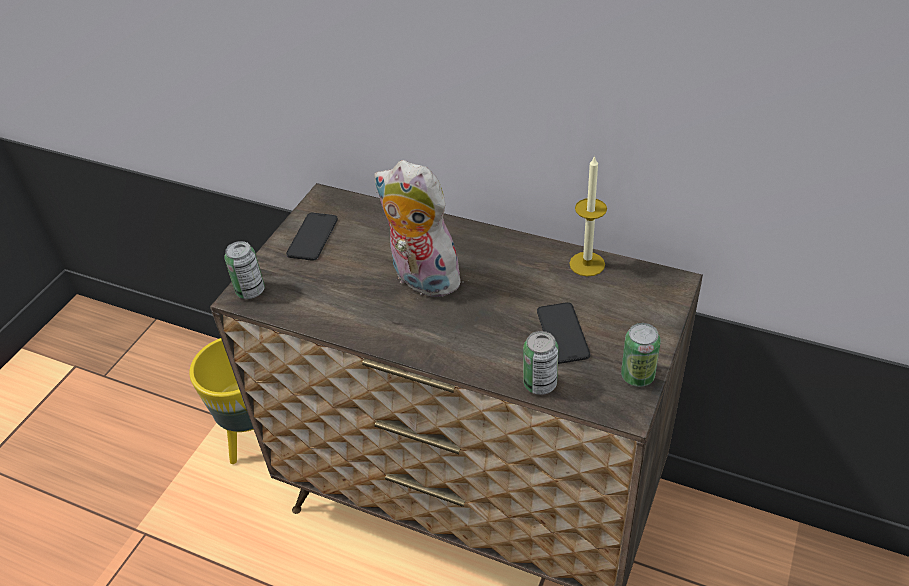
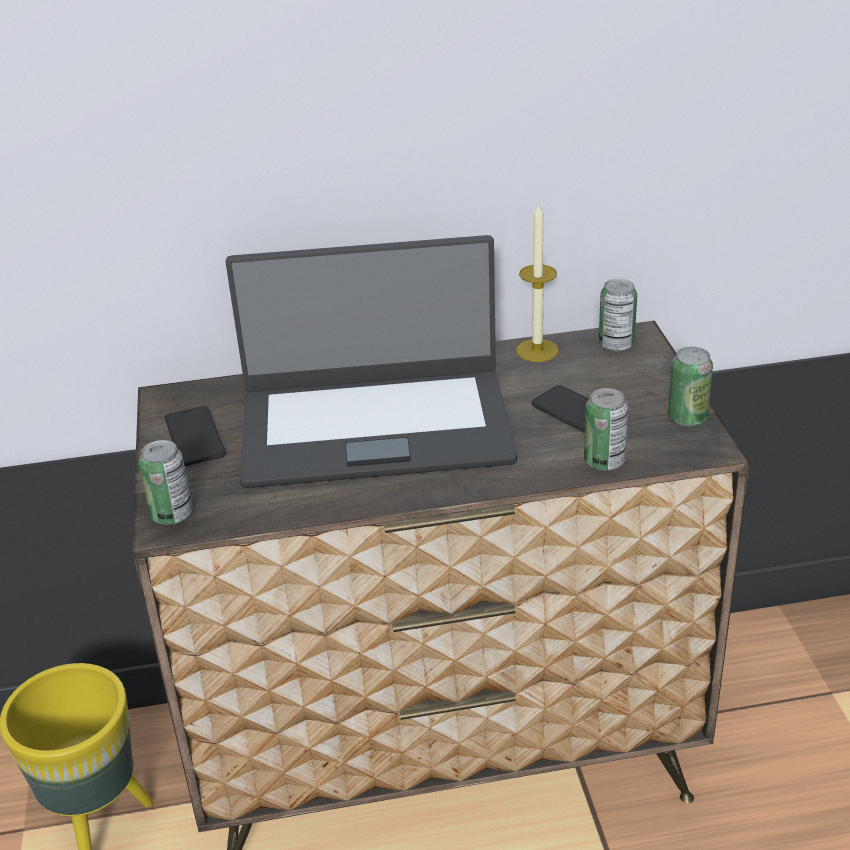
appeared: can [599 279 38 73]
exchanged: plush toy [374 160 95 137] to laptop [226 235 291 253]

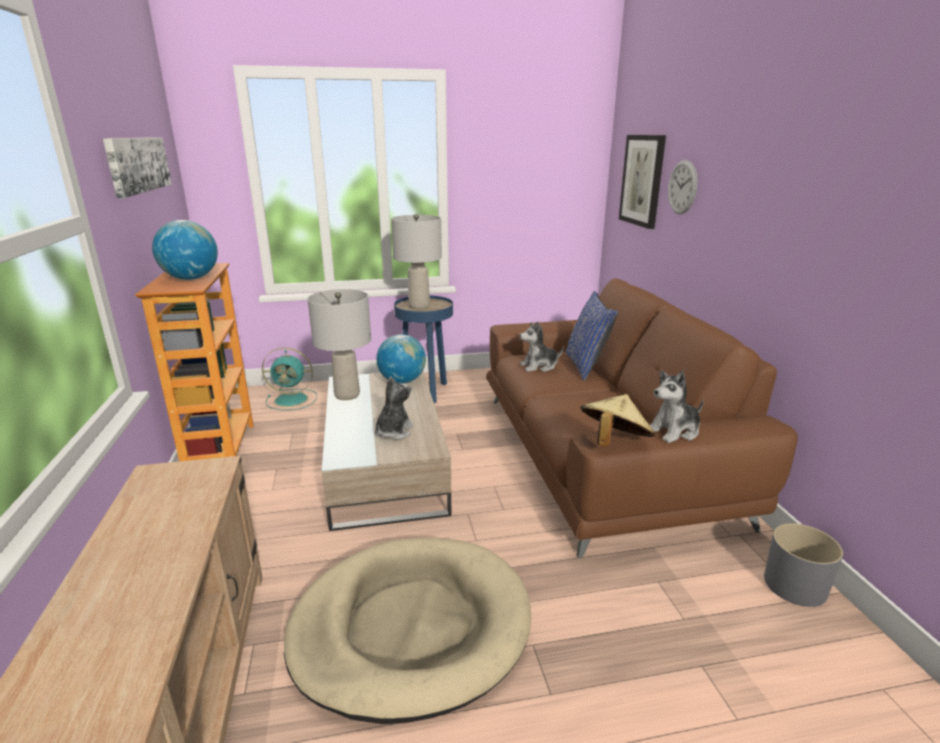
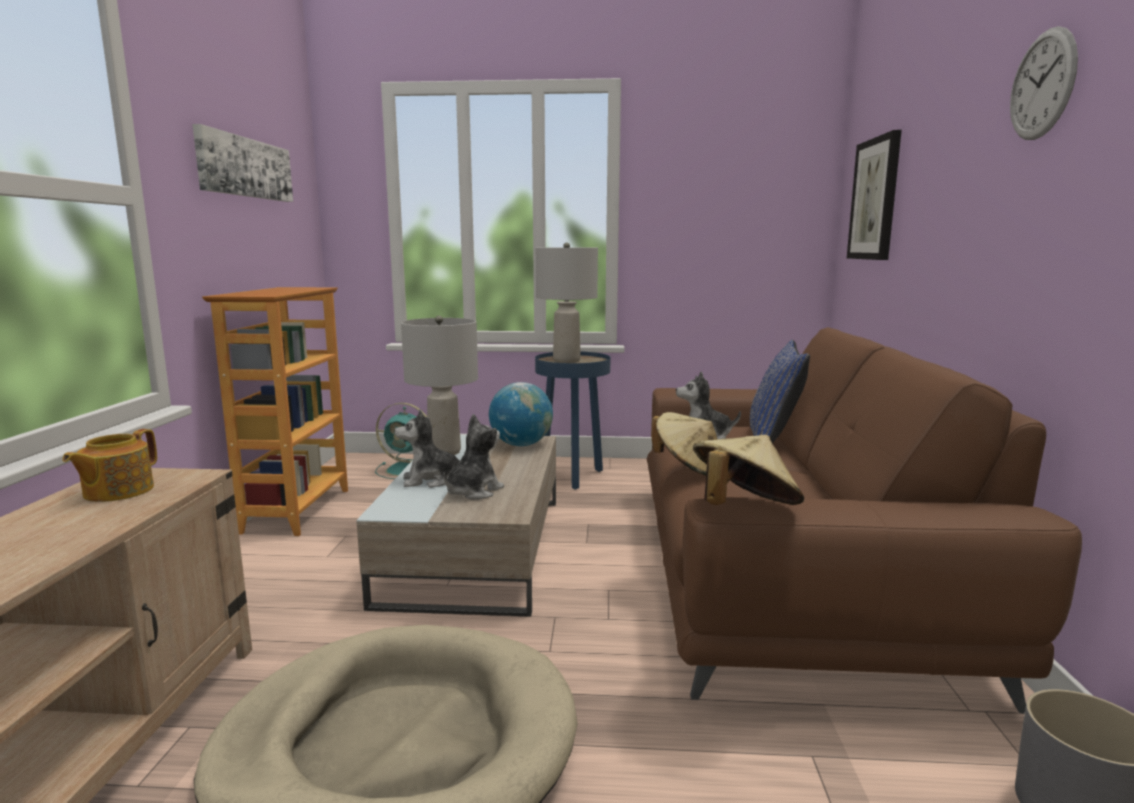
missing: globe [152 220 66 60]
appeared: teapot [62 429 95 73]; hat (beige) [651 412 67 64]
relocated: plush toy [650 370 54 73] to [394 410 66 78]; wall clock [668 160 30 54] to [1010 26 68 114]

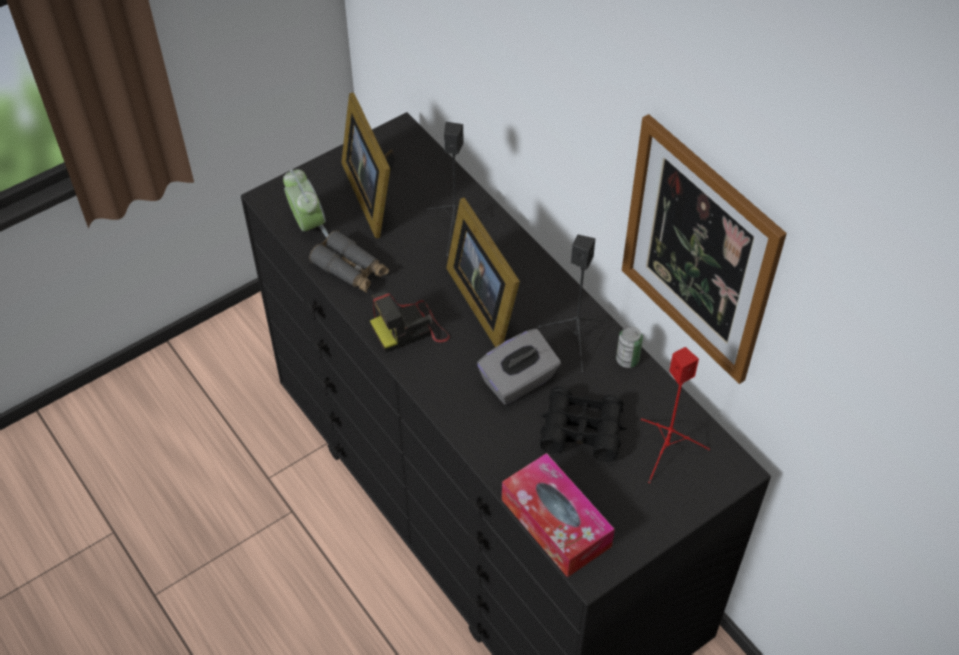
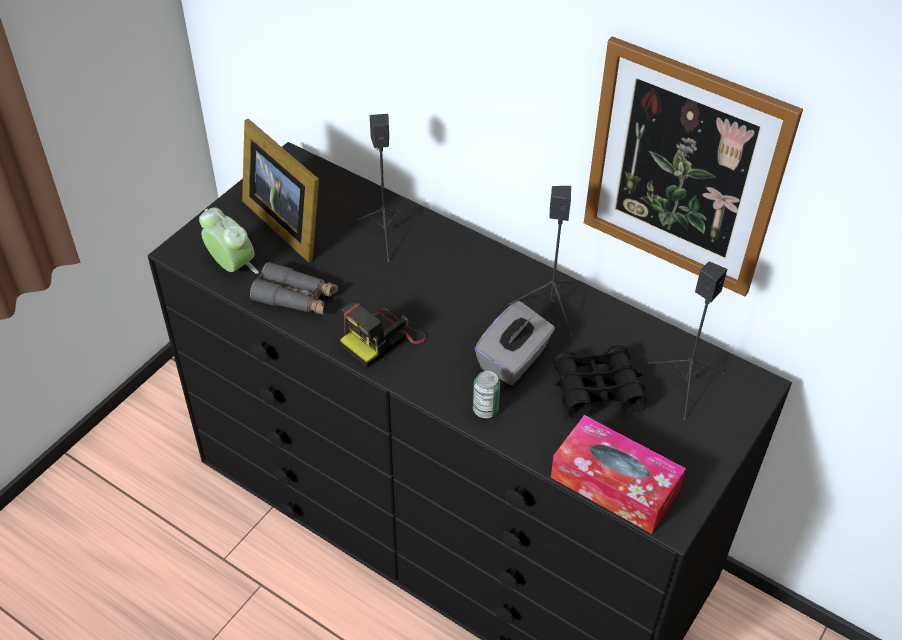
missing: picture frame [446 198 74 150]
relocated: can [616 326 27 42] to [473 371 27 47]
colour: speaker (red) [641 347 69 136] to speaker (black) [647 261 81 160]

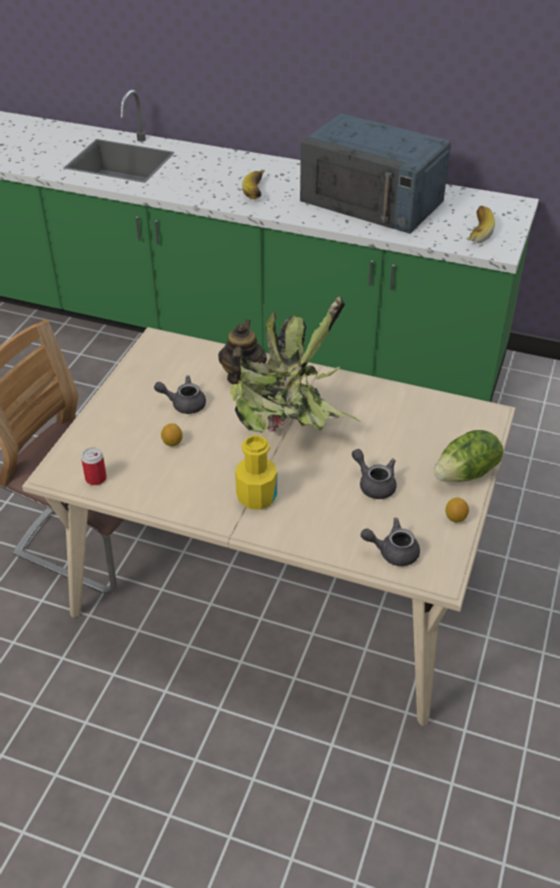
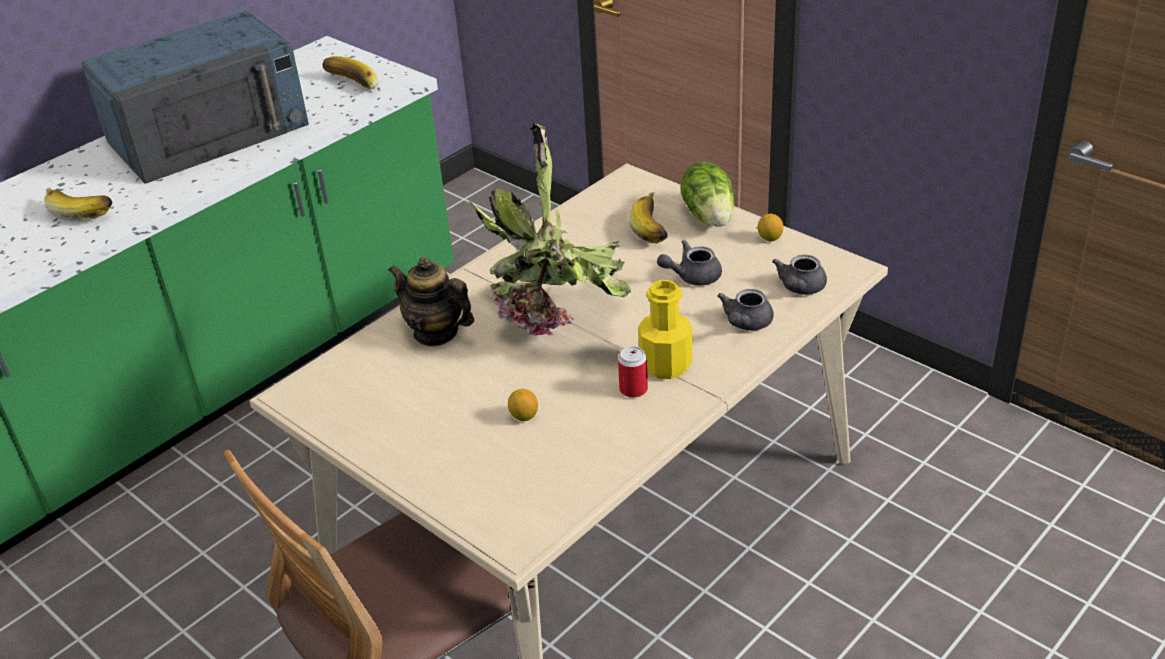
appeared: banana [629 192 39 51]
relocated: can [81 447 26 38] to [618 346 30 52]; teapot (grey) [154 375 52 39] to [717 289 57 42]

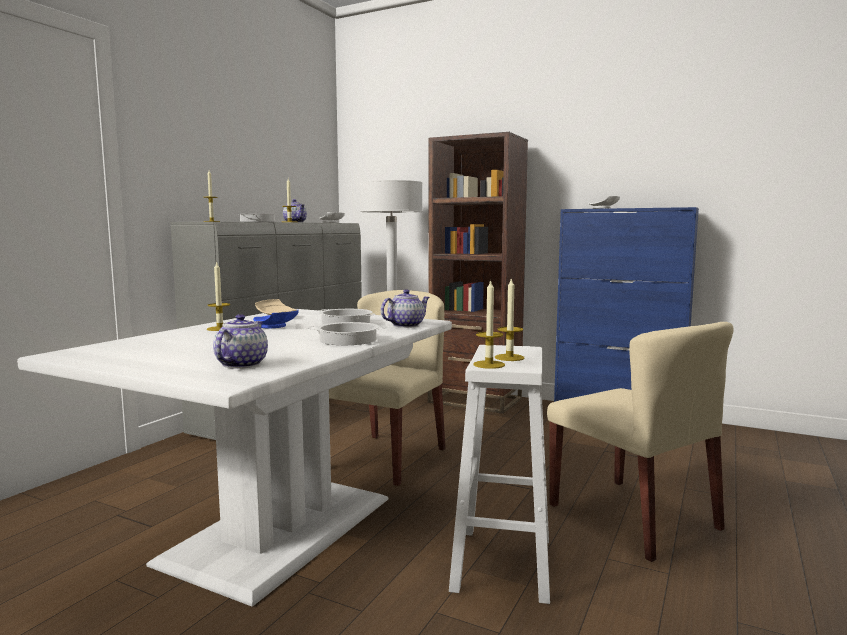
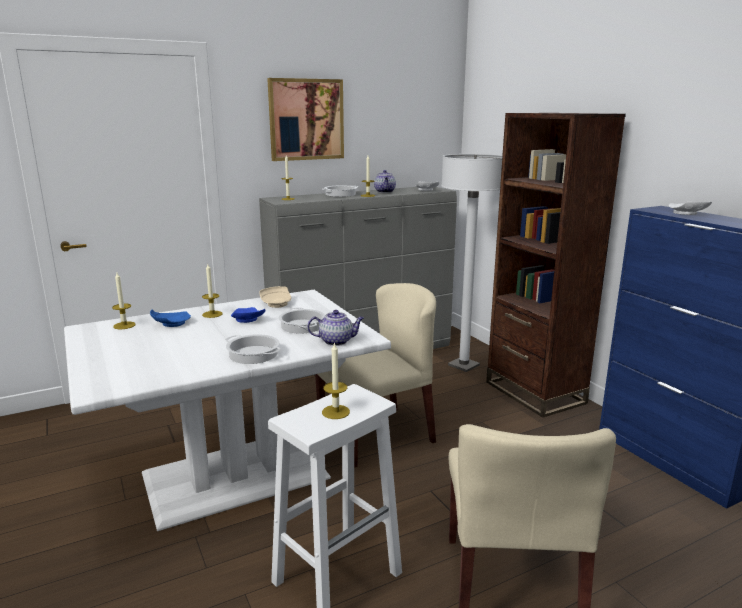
missing: teapot [213 314 55 55]
appeared: plate (blue) [150 310 41 17]; picture [267 78 77 83]
relocated: candle [473 279 32 90] to [112 273 24 56]

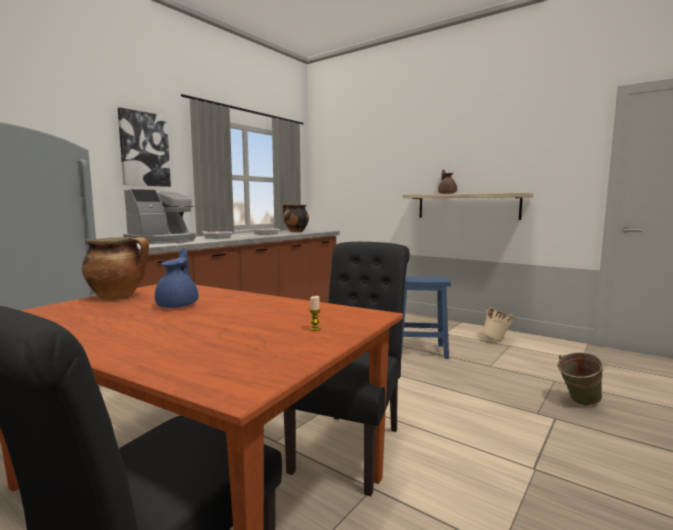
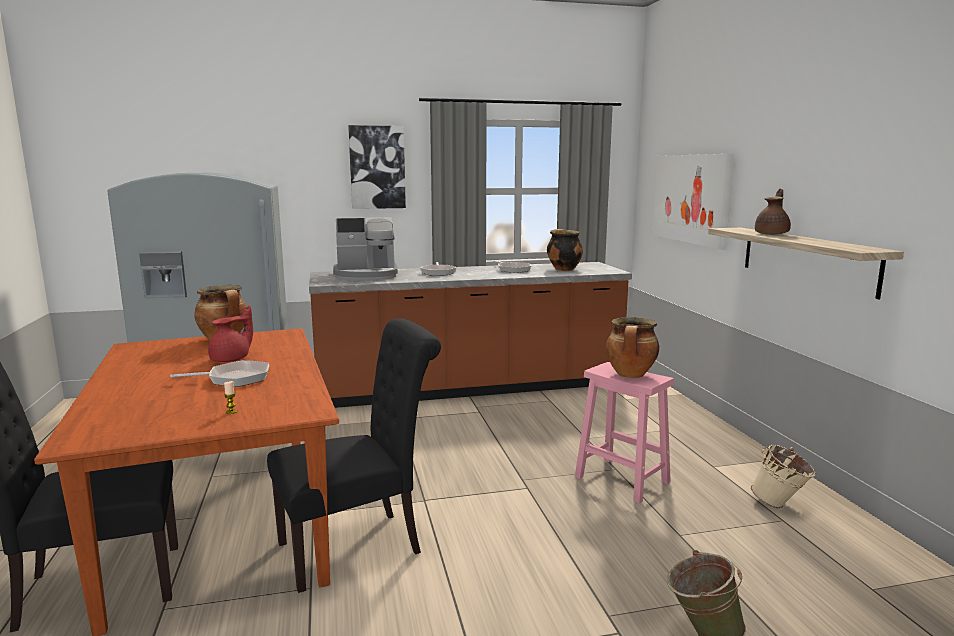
appeared: frying pan [170 360 99 27]; cooking pot [606 317 53 61]; picture [652 154 82 95]
colour: teapot (blue) [155 248 43 60] to teapot (red) [208 306 45 56]; stool (blue) [401 276 50 83] to stool (pink) [575 362 99 142]

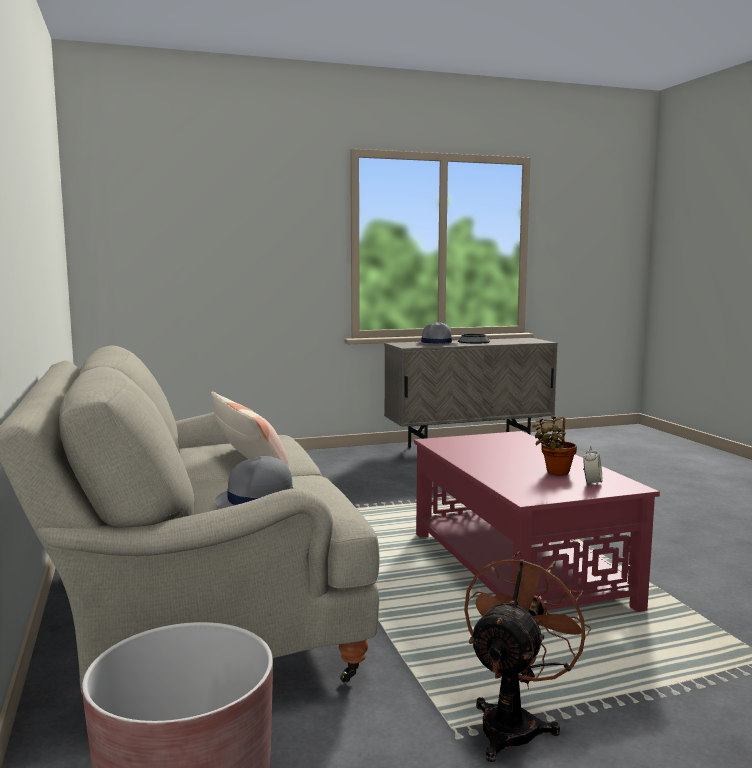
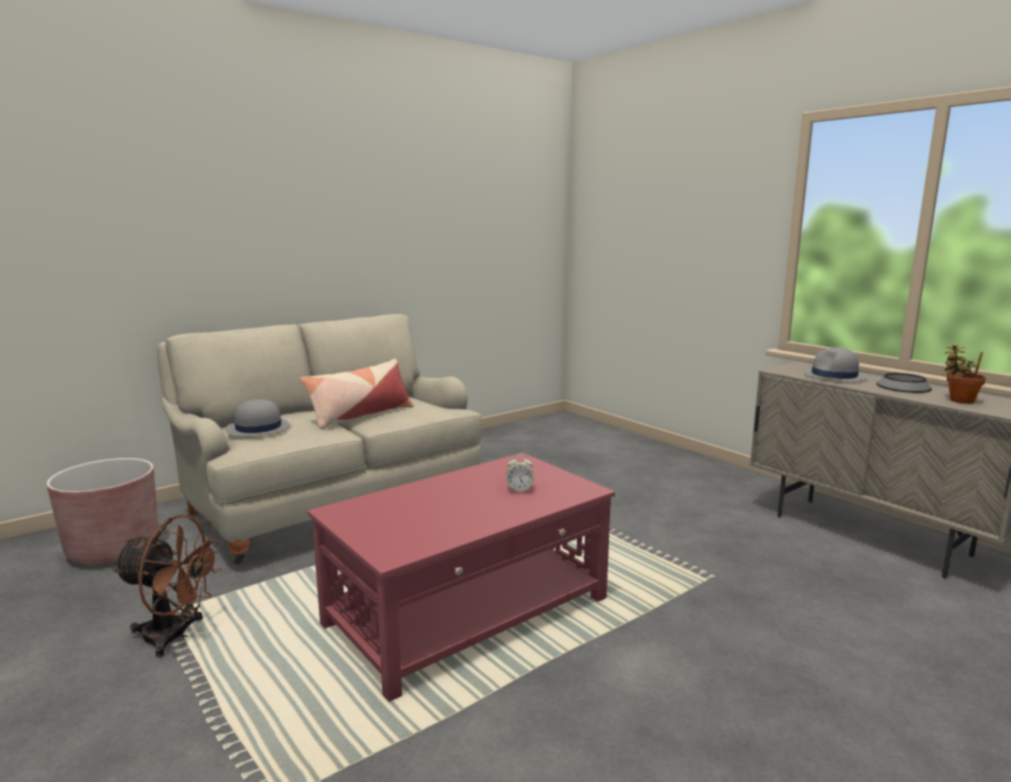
relocated: potted plant [532 415 45 61] to [944 345 42 59]; alarm clock [583 446 19 40] to [506 454 28 38]

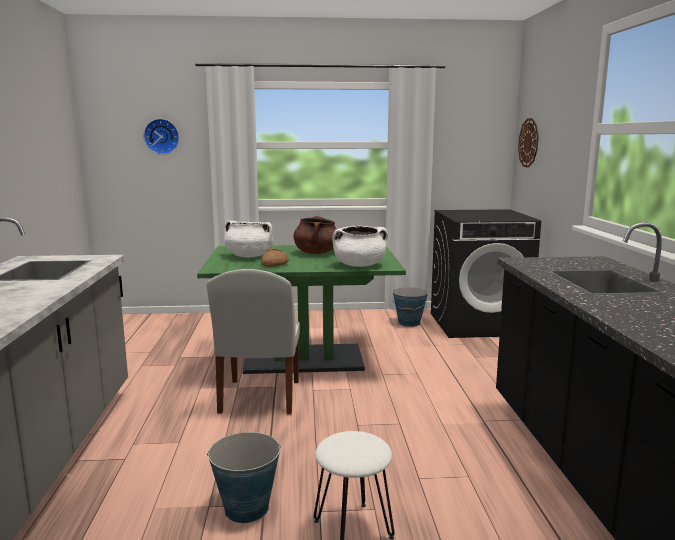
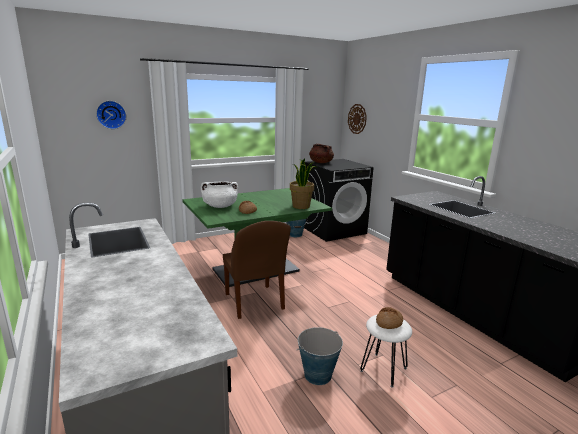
appeared: bread [376 307 27 22]
relocated: cooking pot (brown) [293 216 46 38] to [309 143 25 20]
exchanged: cooking pot (white) [333 225 55 42] to potted plant [290 159 27 50]
colour: chair (white) [207 269 93 145] to chair (brown) [223 221 68 98]

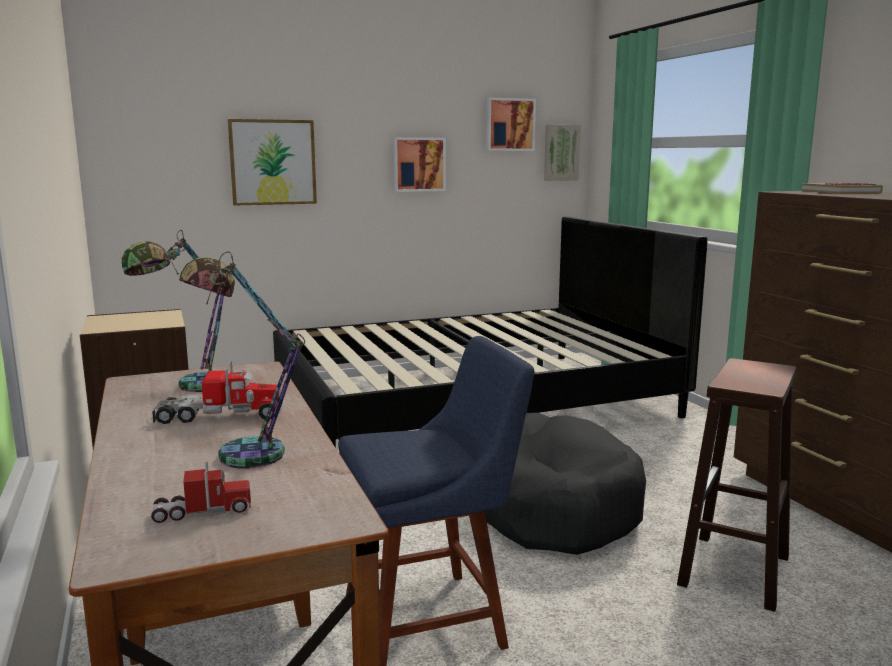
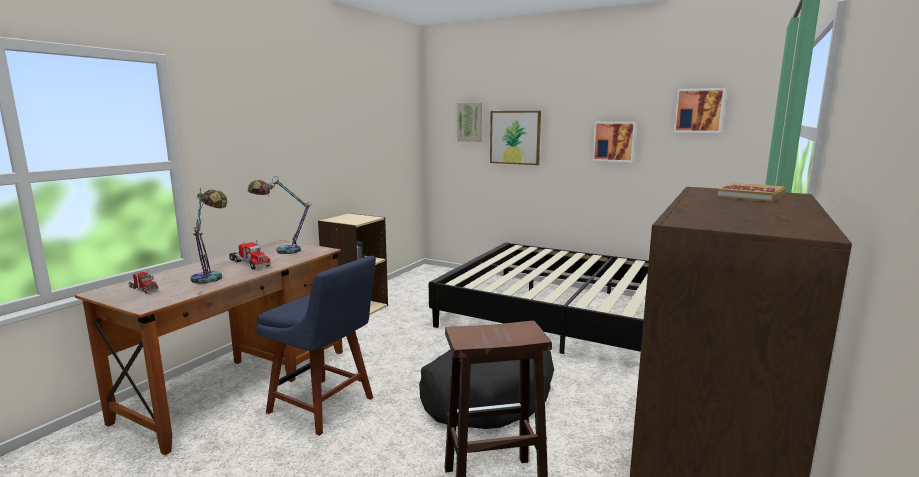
relocated: picture [544 125 37 56] to [457 103 25 39]

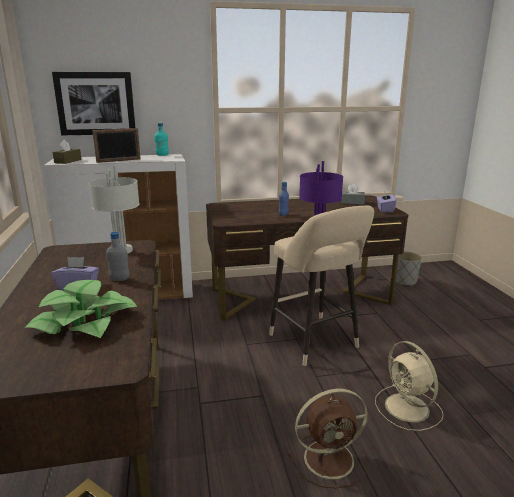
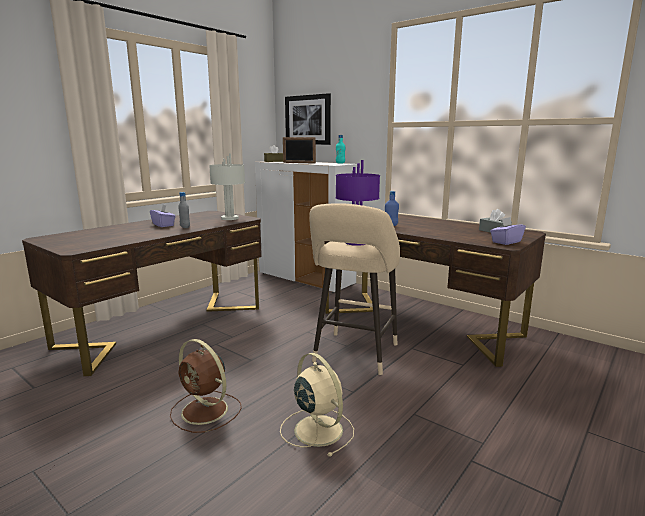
missing: potted plant [25 280 112 58]; planter (grey) [393 251 29 35]
spun: fan (beige) [375 341 68 90] = [280 353 74 104] 120 degrees clockwise

